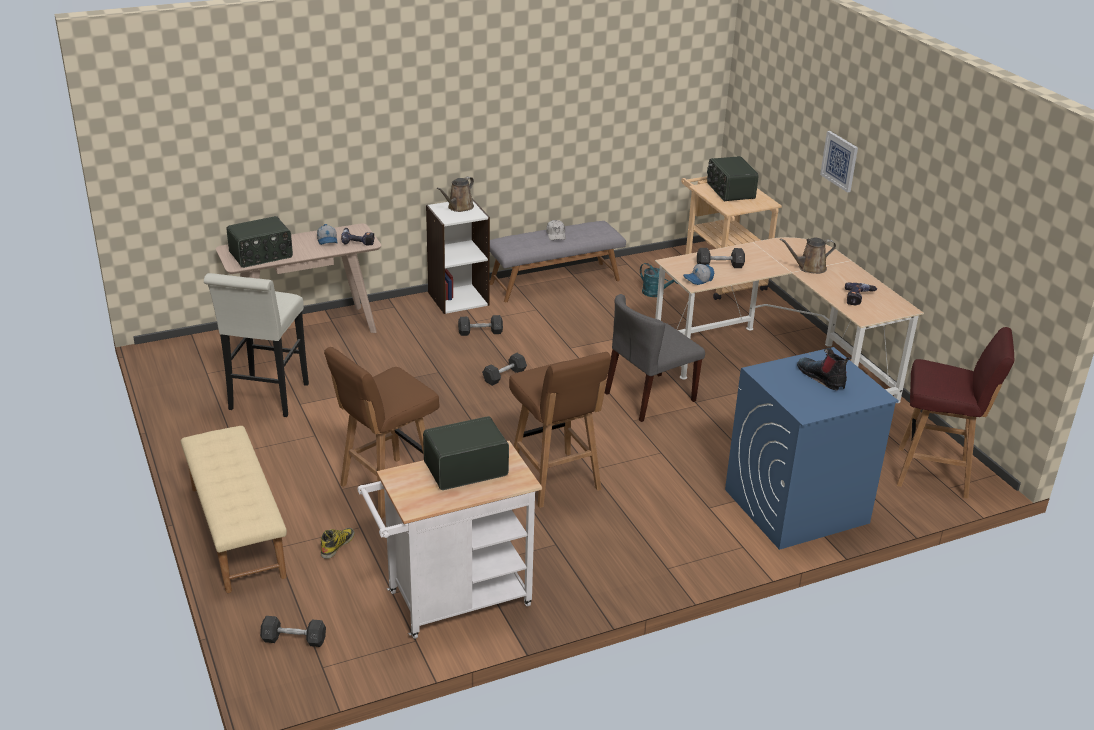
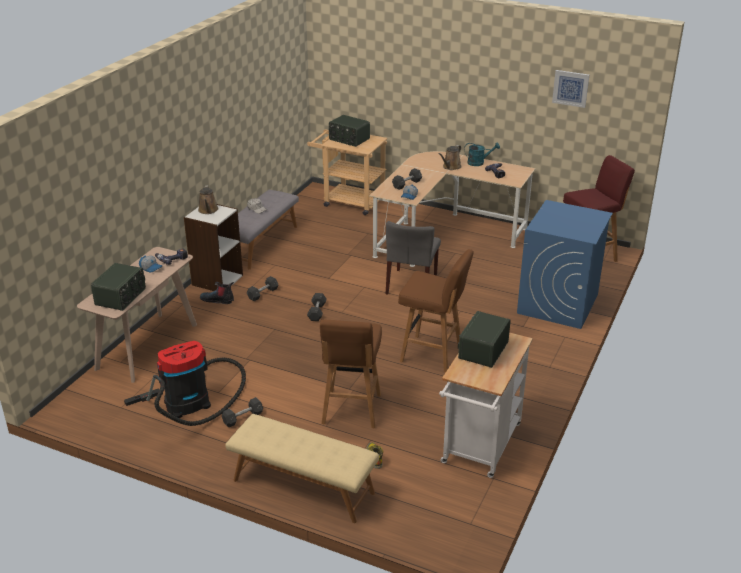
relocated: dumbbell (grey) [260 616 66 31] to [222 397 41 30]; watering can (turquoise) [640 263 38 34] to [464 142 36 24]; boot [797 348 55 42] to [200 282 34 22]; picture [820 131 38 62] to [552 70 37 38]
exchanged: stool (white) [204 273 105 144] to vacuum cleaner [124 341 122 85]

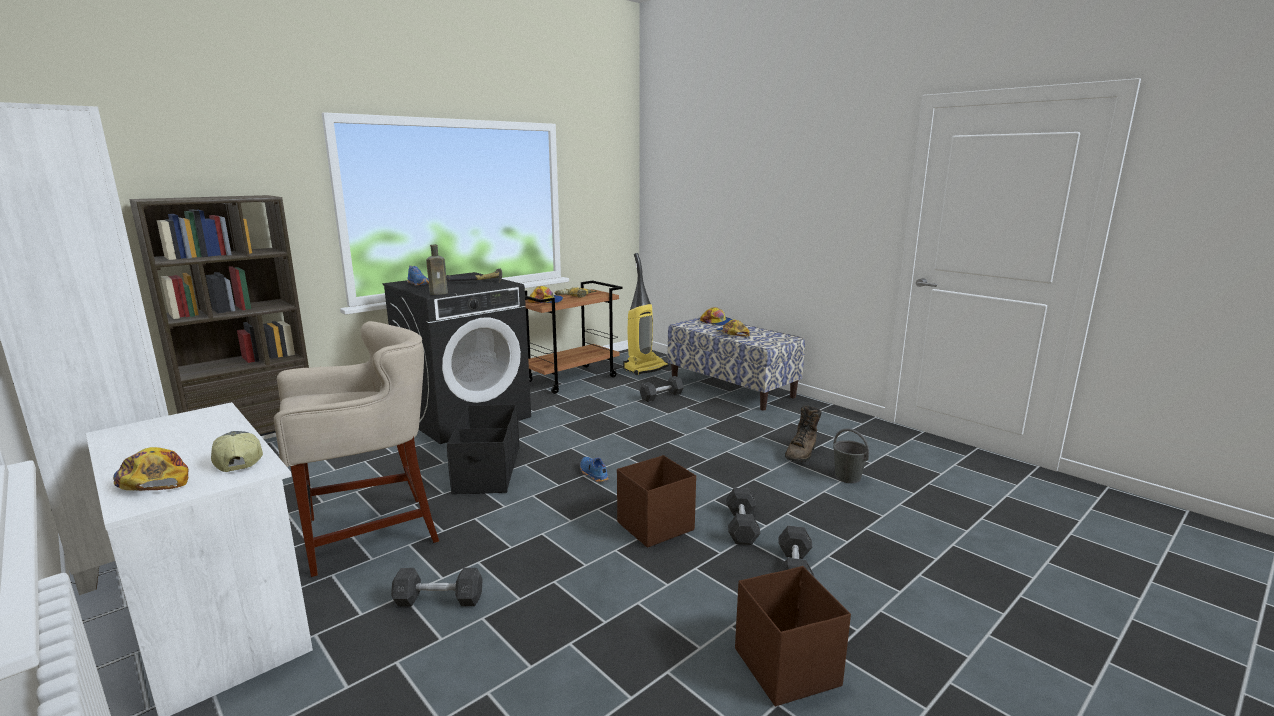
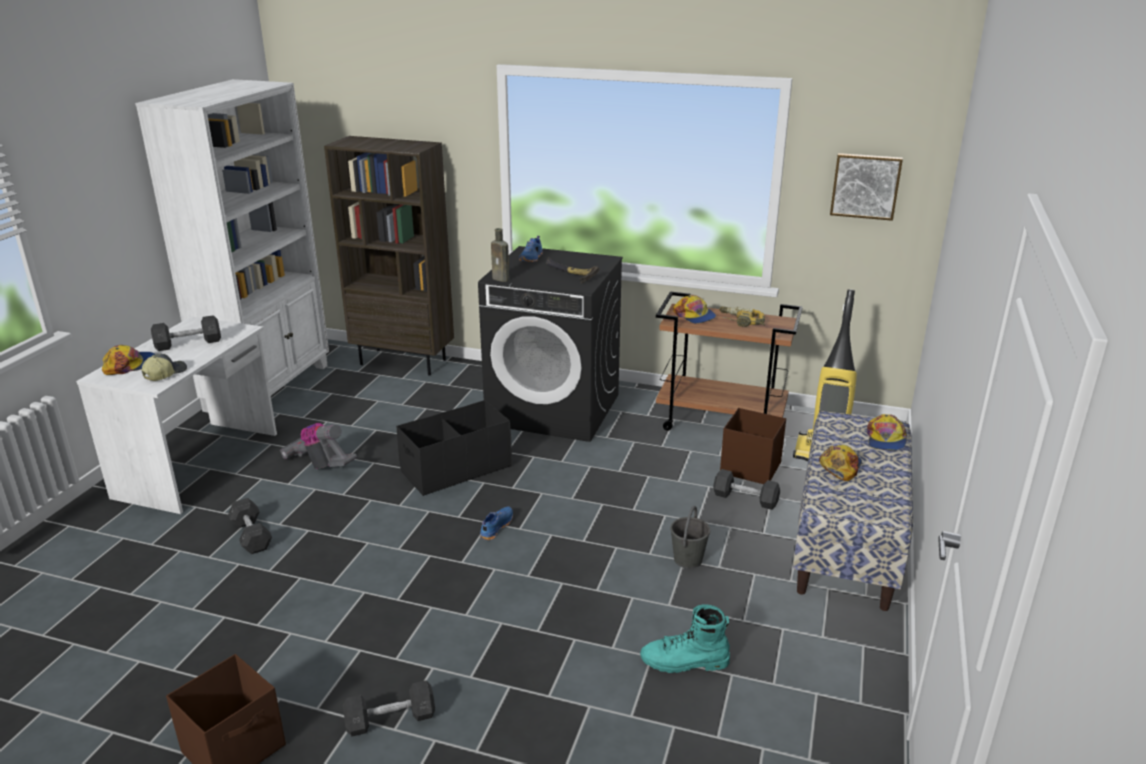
appeared: picture [830 153 73 68]
relocated: storage box (brown) [617 455 79 93] to [720 408 66 76]; dumbbell (grey) [726 488 35 57] to [151 315 70 36]; bucket (grey) [833 428 36 55] to [670 506 41 63]
exchanged: stool (beige) [274 321 165 256] to vacuum cleaner [280 423 77 46]
colour: boot (brown) [785 405 37 57] to boot (turquoise) [640 604 90 69]
spun: cap [113 447 76 44] = [102 345 53 30] 45 degrees clockwise

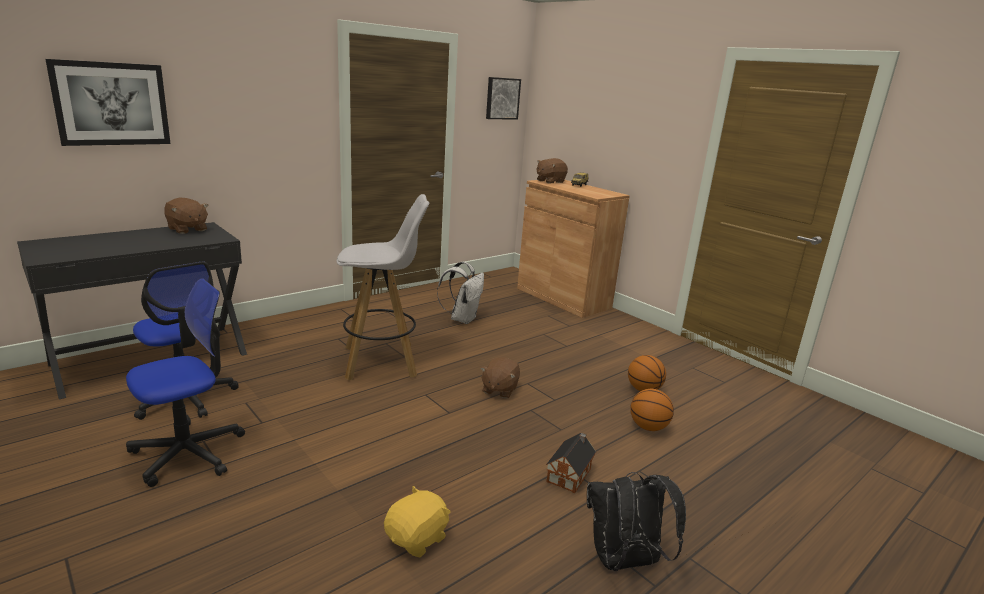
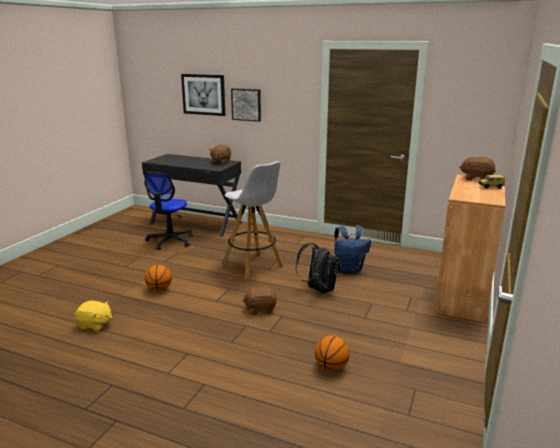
missing: office chair [126 278 119 209]; toy house [546 433 50 60]
relocated: picture [486 77 35 42] to [231 88 30 34]; backpack (black) [587 472 99 99] to [296 243 45 50]; basketball [630 389 44 42] to [145 265 27 26]
colour: backpack (white) [437 262 47 62] to backpack (blue) [334 225 37 49]

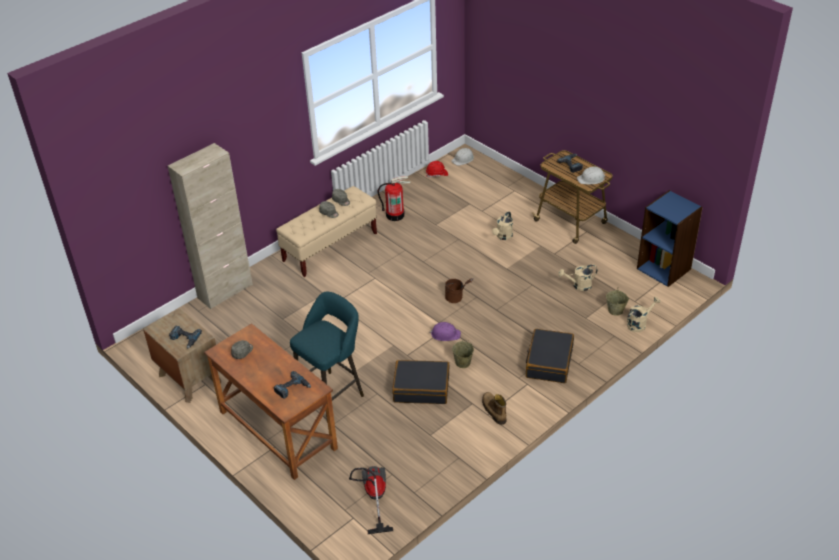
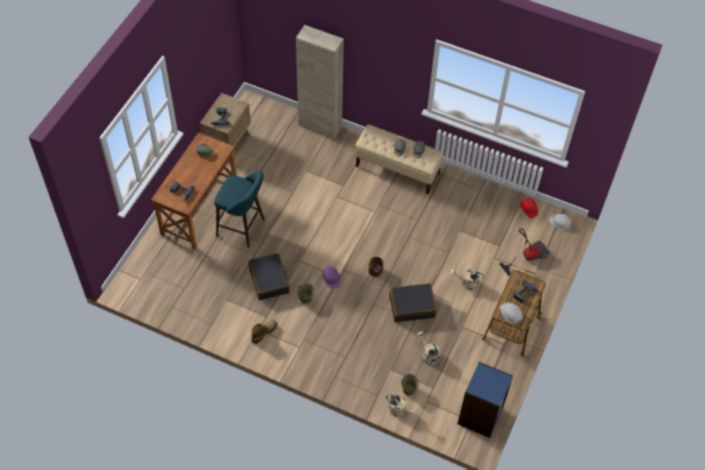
missing: fire extinguisher [378 176 32 45]
relocated: vacuum cleaner [349 466 44 68] to [499 228 50 48]; suitcase (black) [526 329 48 54] to [389 283 48 39]

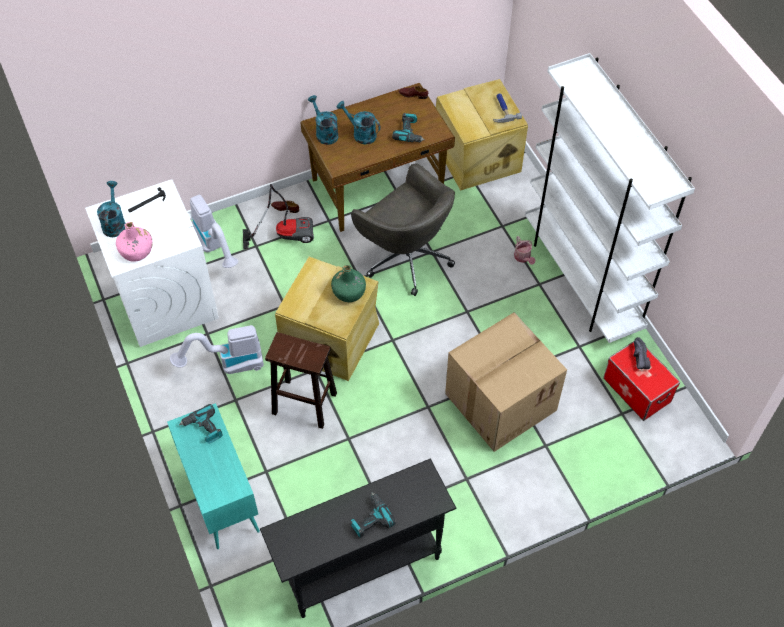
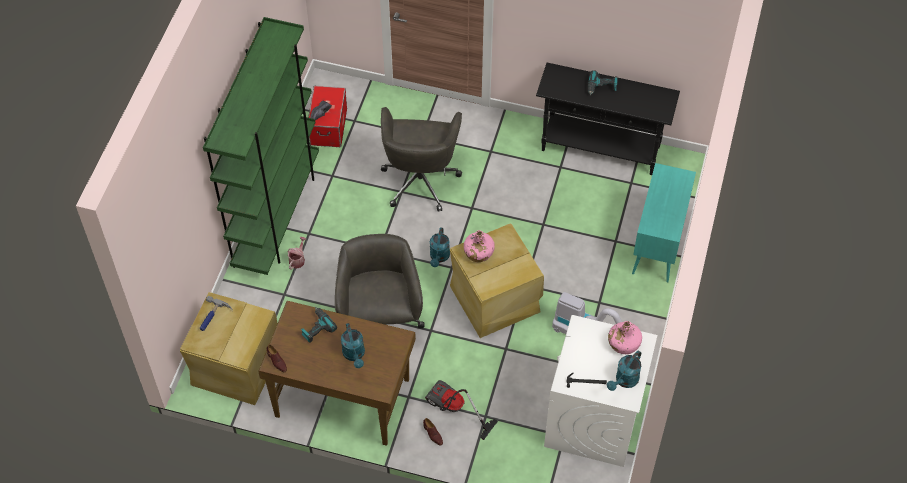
missing: power drill [179 404 44 40]; vacuum cleaner [190 195 48 73]; stool (brown) [265 332 72 97]
relocated: watering can (turquoise) [308 95 31 50] to [430 228 20 39]
exchanged: cardboard box [445 312 122 140] to office chair (grey) [381 107 81 105]
colour: bottle (green) [331 265 35 37] to bottle (pink) [464 230 31 32]; bookcase (white) [525 53 170 290] to bookcase (green) [203 17 116 258]

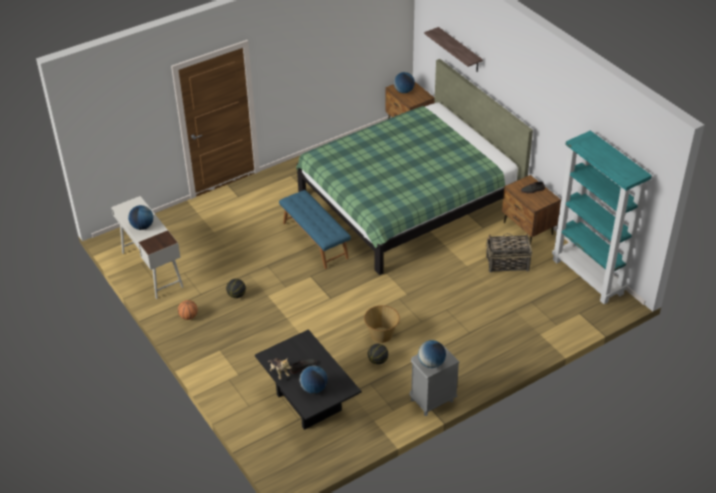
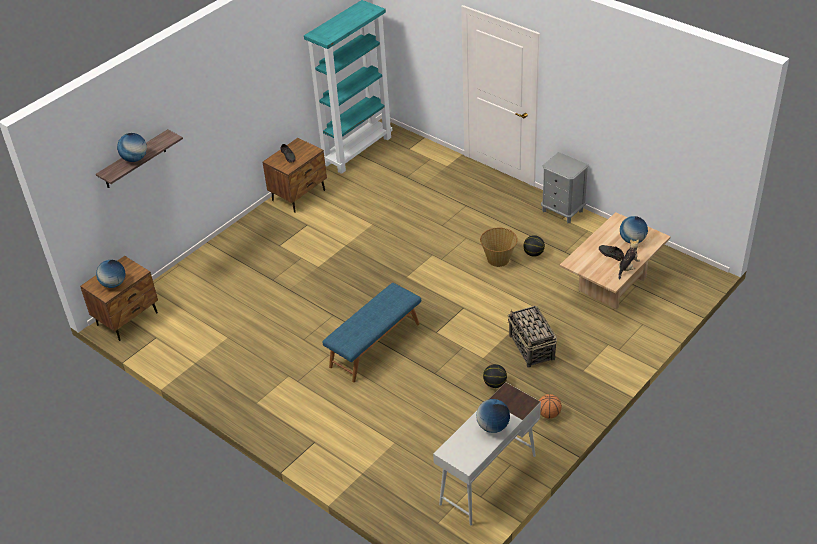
missing: bed (green) [296 59 237 216]
relocated: globe [418 340 28 28] to [117 133 30 29]; basket [486 233 46 40] to [508 306 49 62]
colour: coffee table (black) [255 329 106 101] to coffee table (beige) [560 212 111 97]

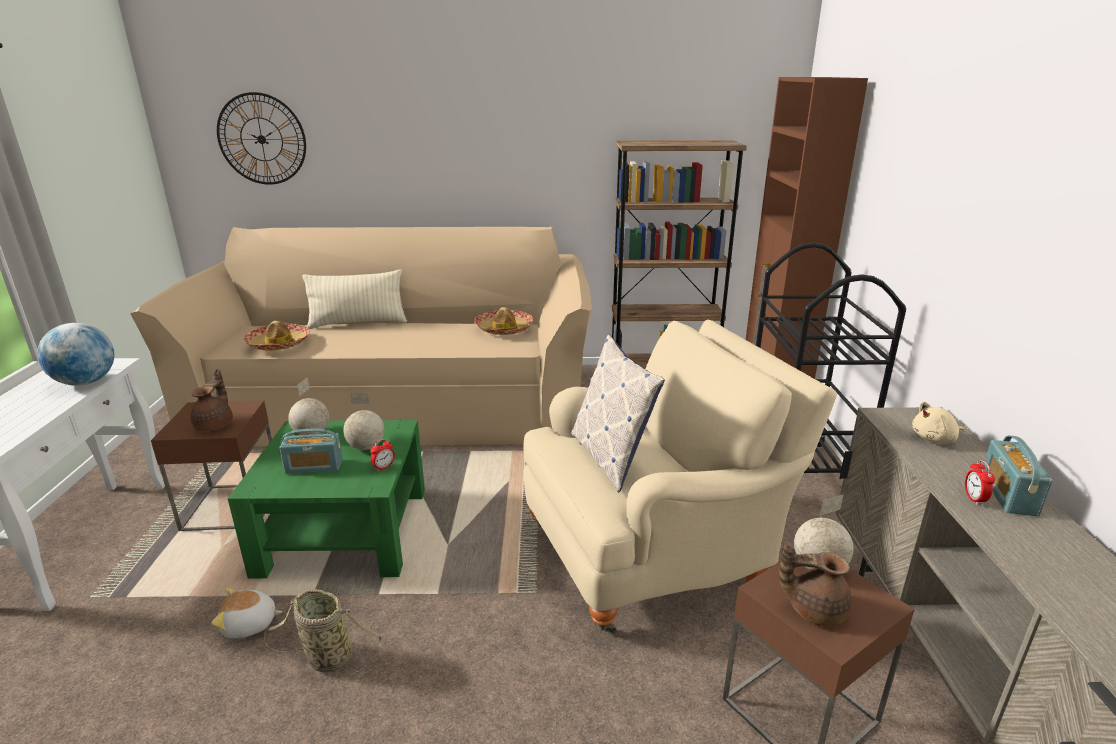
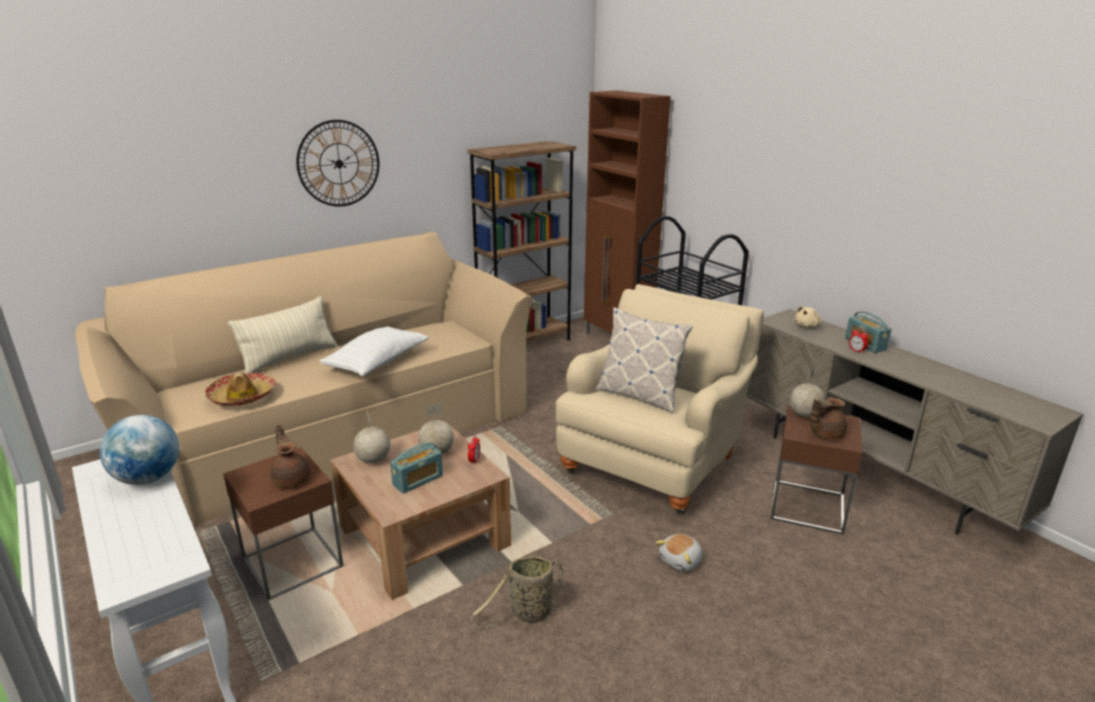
missing: hat [474 307 59 28]
appeared: pillow (white) [319 326 110 50]
relocated: plush toy [211 588 71 51] to [655 534 47 38]; wall clock [217 92 89 93] to [296 120 83 87]
colour: coffee table (green) [228 420 197 159] to coffee table (brown) [330 422 181 178]

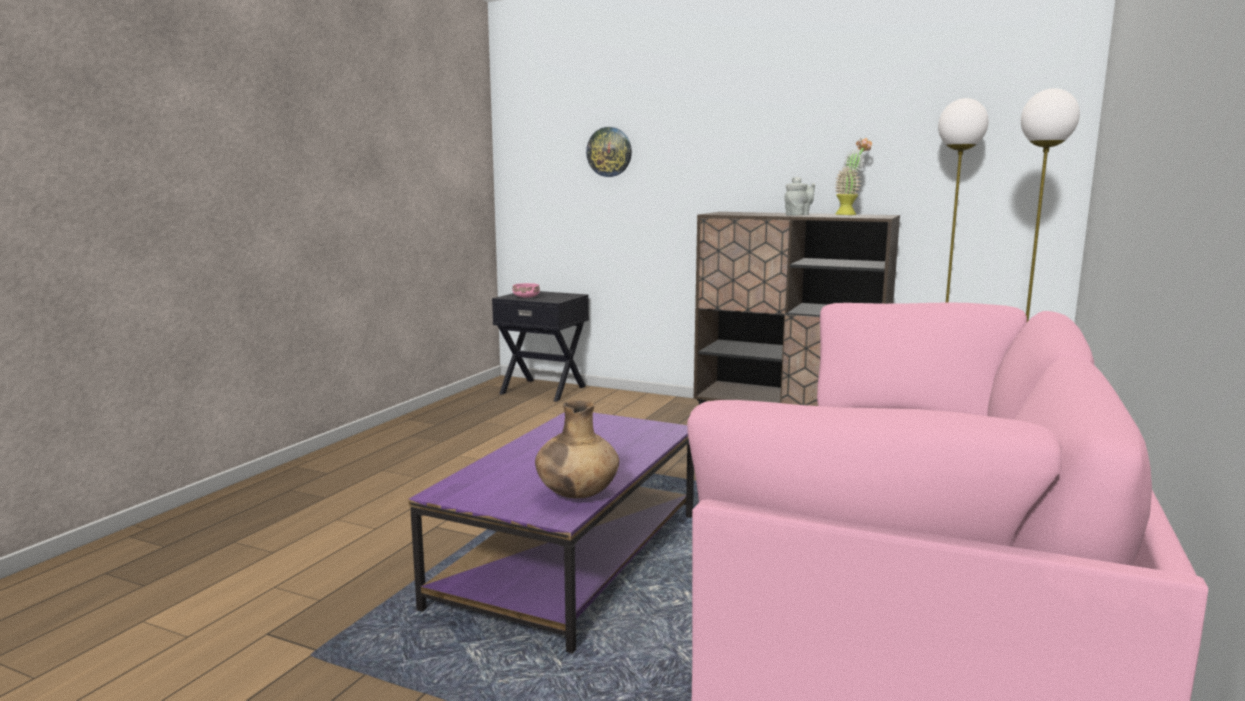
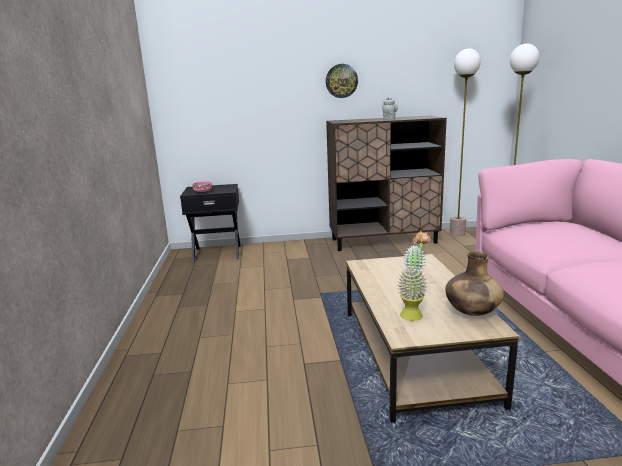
relocated: wall clock [586 127 46 50] to [326 64 32 34]; potted plant [835 138 37 77] to [397 231 34 90]
colour: coffee table (purple) [408 412 286 242] to coffee table (brown) [346 254 174 169]

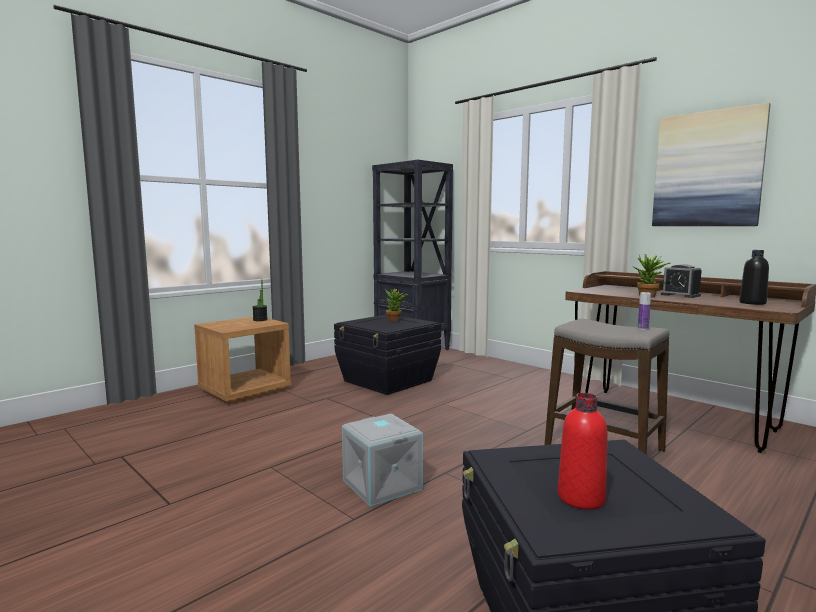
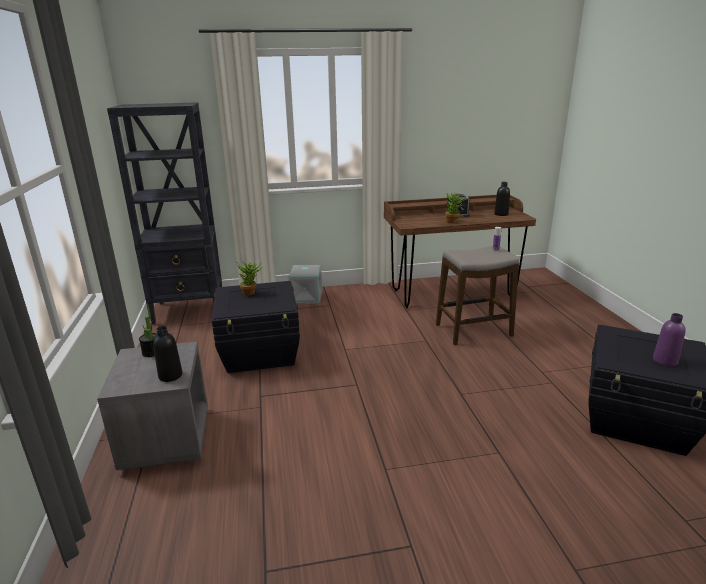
missing: picture [652 102 119 124]
appeared: bottle (black) [153 326 30 56]
relocated: storage box (grey) [342 414 81 93] to [288 265 34 38]
colour: nightstand (brown) [194 317 97 87] to nightstand (grey) [97 342 111 128]; bottle (red) [558 393 50 116] to bottle (purple) [653 313 33 54]

